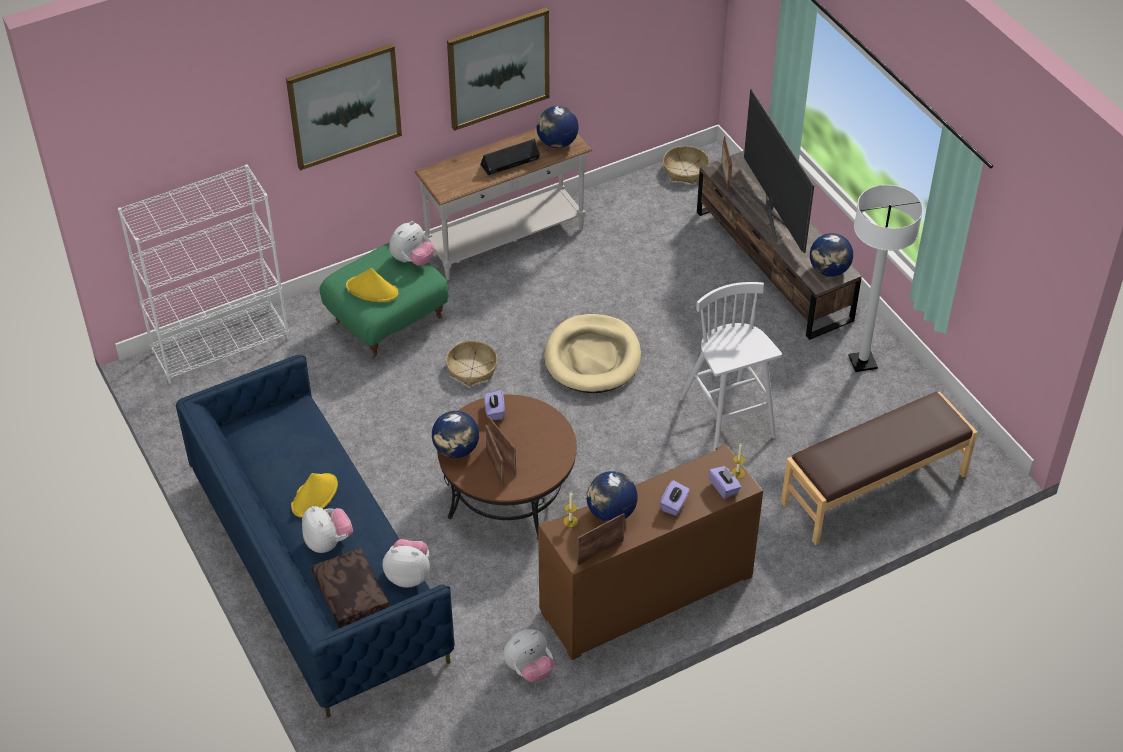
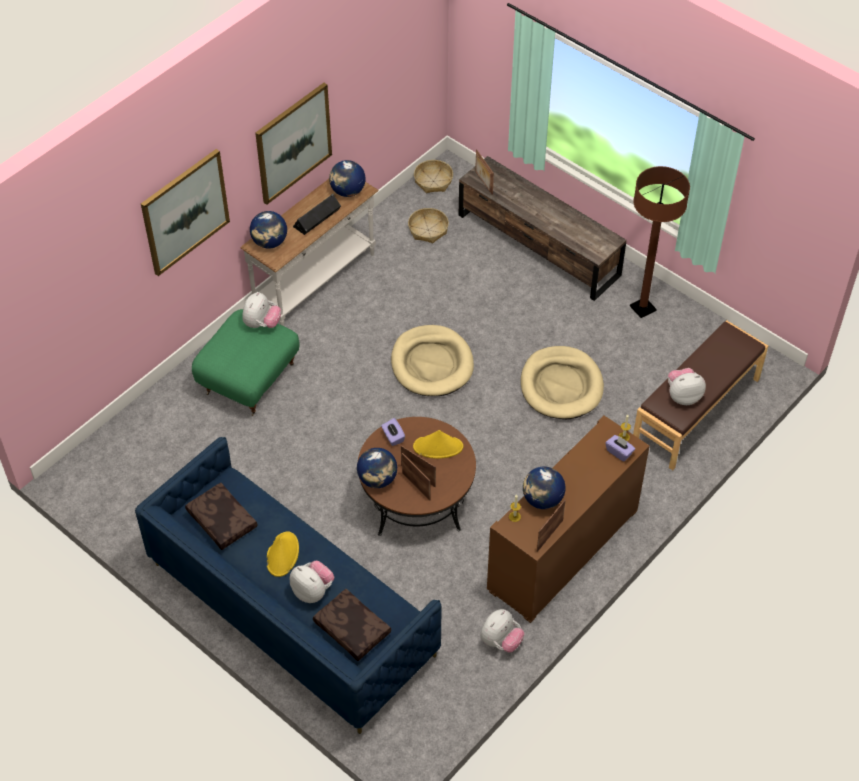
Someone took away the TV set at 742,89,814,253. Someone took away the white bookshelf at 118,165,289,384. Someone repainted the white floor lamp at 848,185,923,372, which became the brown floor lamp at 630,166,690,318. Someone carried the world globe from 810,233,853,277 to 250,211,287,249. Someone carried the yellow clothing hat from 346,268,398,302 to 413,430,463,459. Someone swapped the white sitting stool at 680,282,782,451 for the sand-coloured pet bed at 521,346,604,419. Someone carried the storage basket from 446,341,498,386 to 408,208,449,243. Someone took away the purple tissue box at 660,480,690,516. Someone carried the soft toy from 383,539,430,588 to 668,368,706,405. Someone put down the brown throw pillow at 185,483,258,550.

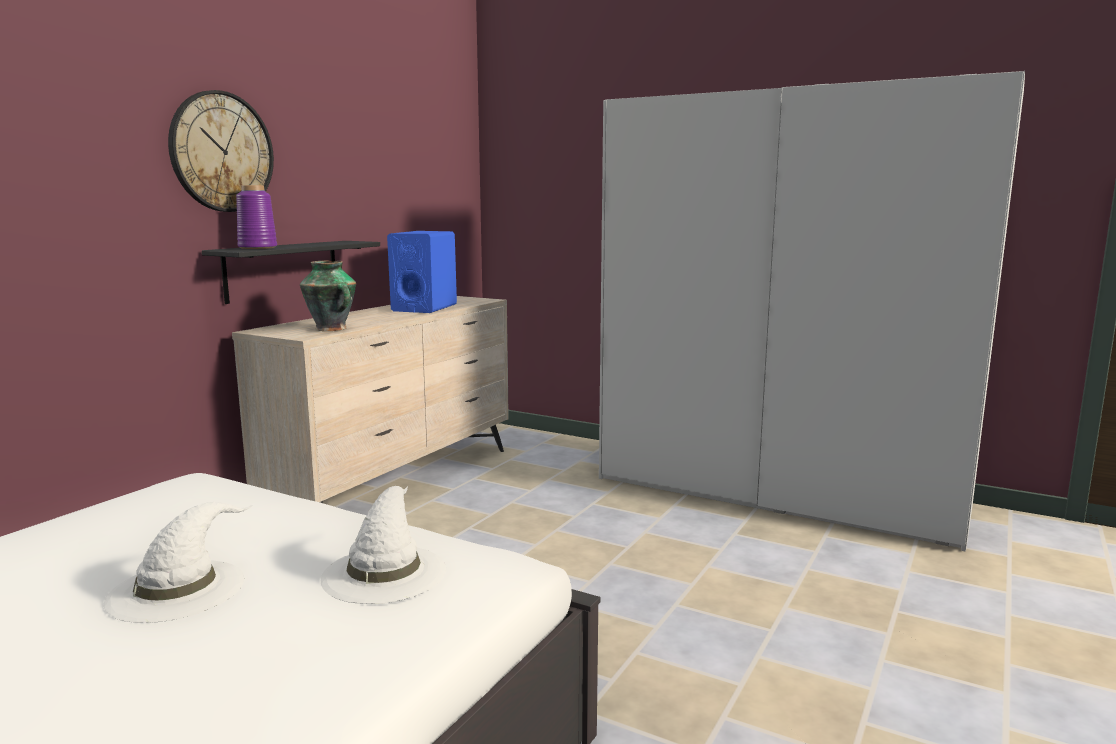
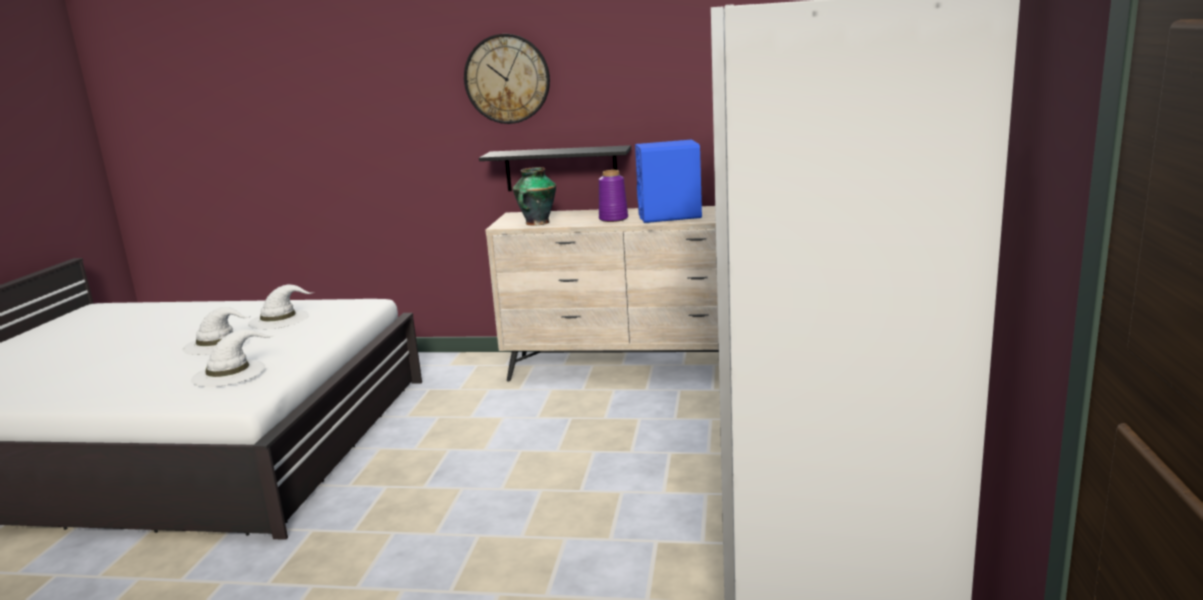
Someone carried the purple flower vase from 236,185,277,249 to 599,170,628,222. Someone put down the white clothing hat at 248,284,314,329.

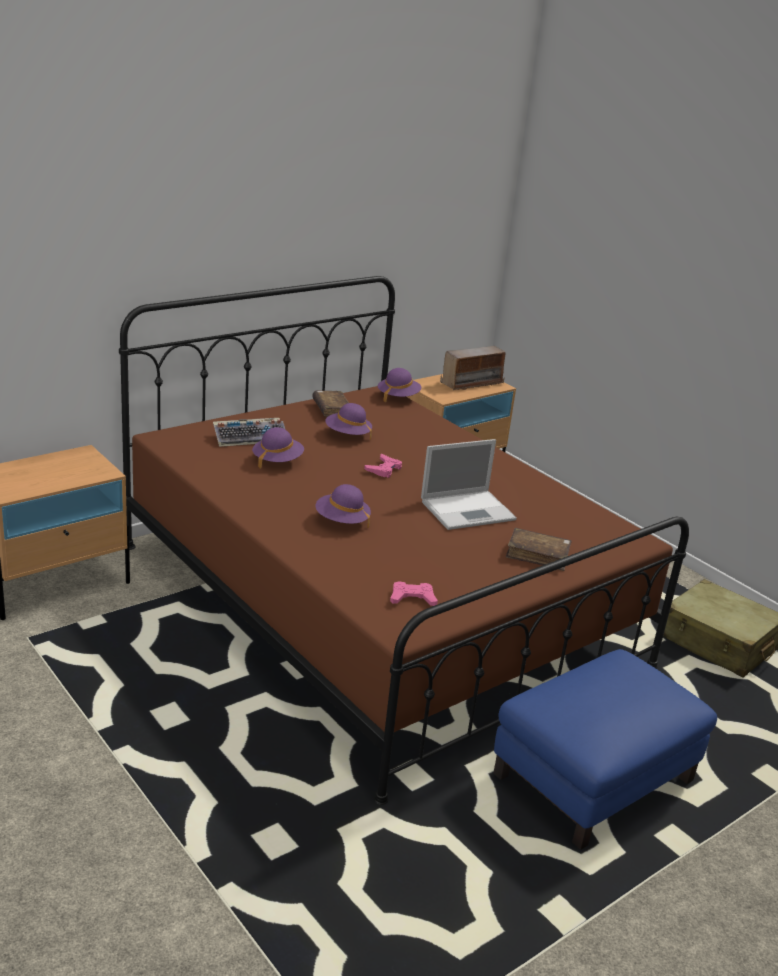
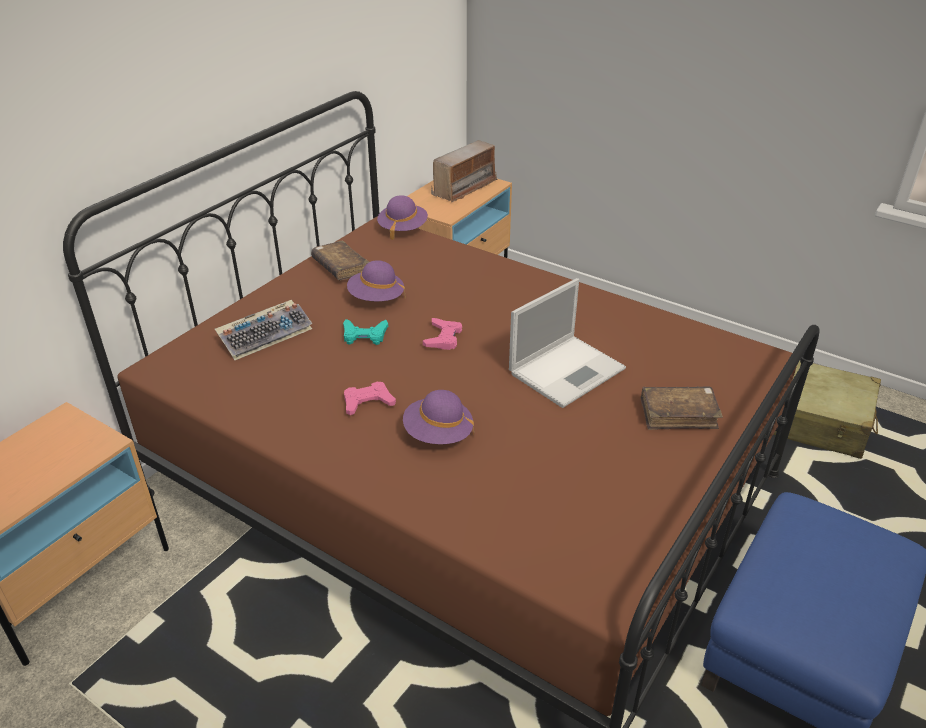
Someone took away the purple clothing hat at 252,427,304,469. Someone carried the pink gamepad from 390,581,438,606 to 344,382,396,415. Someone put down the turquoise-coloured gamepad at 343,319,388,345.

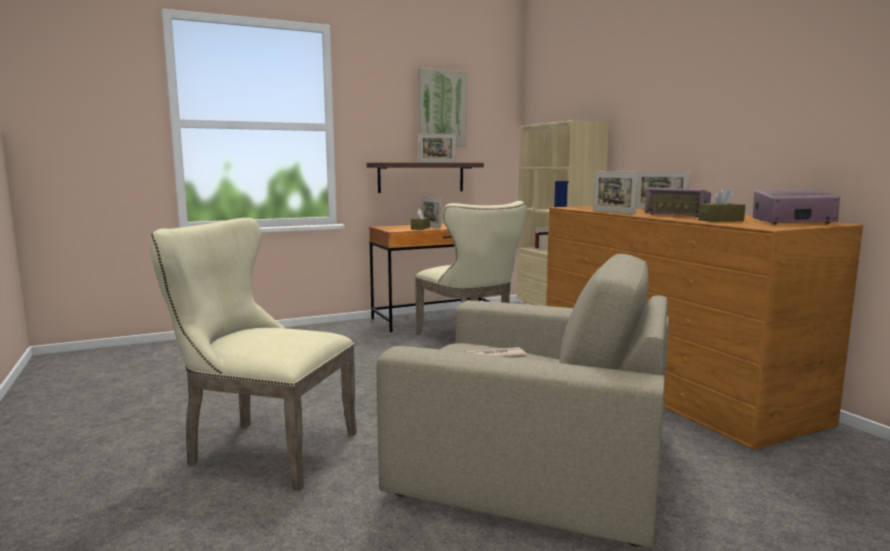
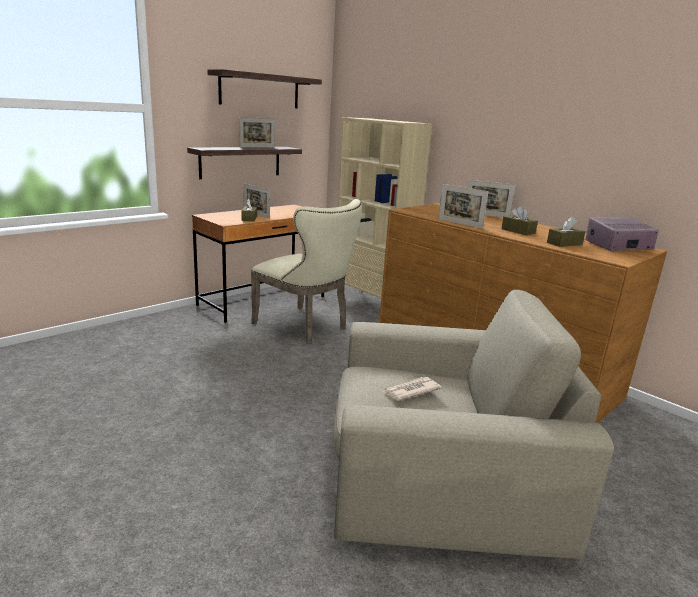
Someone swapped the wall art at 418,68,467,147 for the shelf at 207,69,322,108. Someone swapped the radio set at 645,187,711,217 for the brown tissue box at 501,206,538,235. Someone took away the sand-coloured chair at 150,218,357,491.

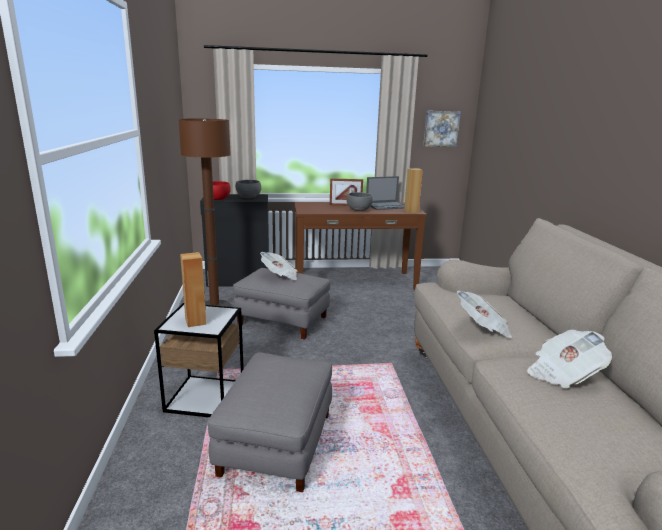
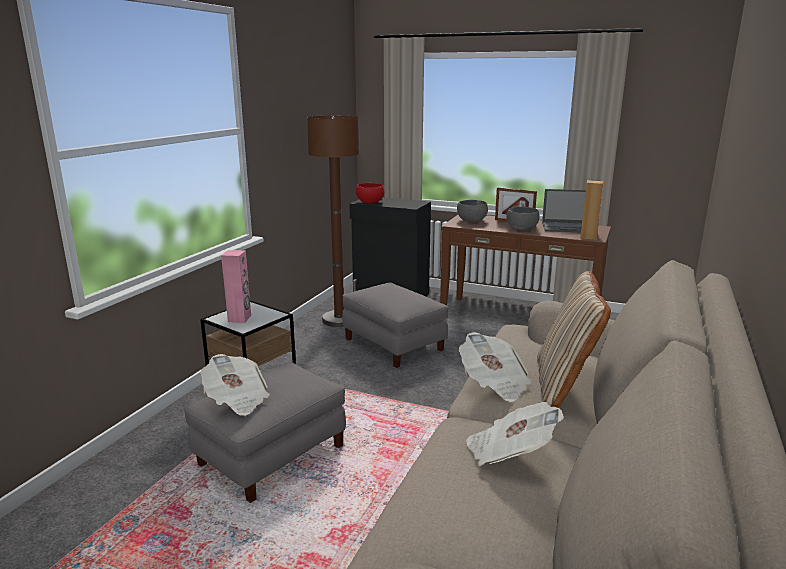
Someone took away the wall art at 423,111,461,147. Someone carried the gray deep dish from 235,180,261,198 to 457,200,488,222. Someone repainted the brown audio speaker at 180,252,206,327, which became the pink audio speaker at 221,250,251,323. Someone carried the printed paper from 260,252,298,280 to 200,354,270,416. Someone put down the sand-coloured throw pillow at 537,271,611,408.

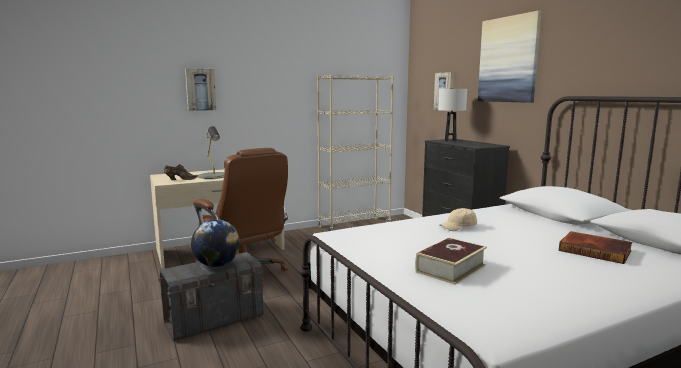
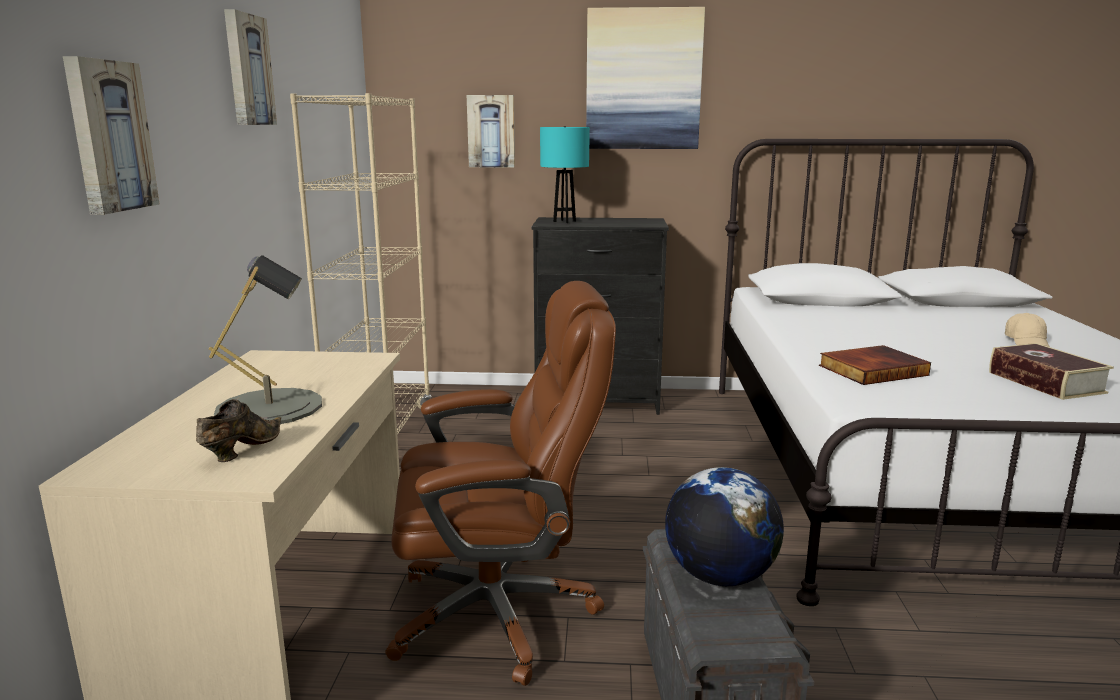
Someone repainted the white tabletop lamp at 438,88,467,141, which became the turquoise-coloured tabletop lamp at 540,126,590,223. Someone carried the sand-coloured peaked cap from 439,208,477,231 to 1005,313,1050,347. Someone carried the volume from 559,231,633,264 to 819,345,931,385. Someone put up the wall art at 224,9,277,125.

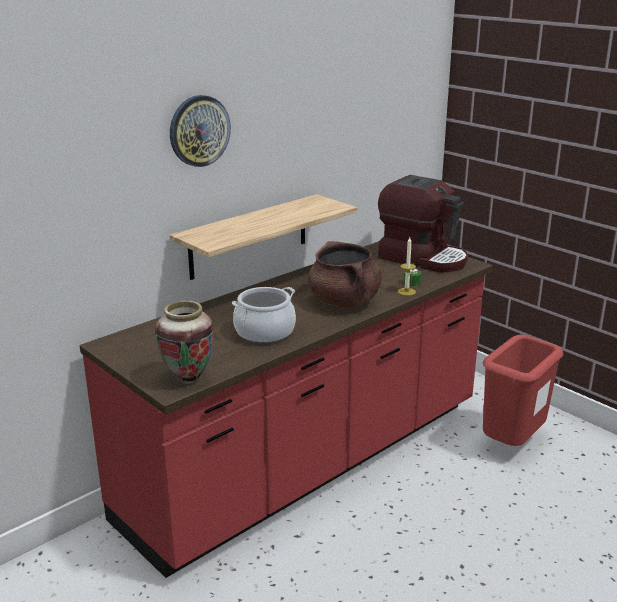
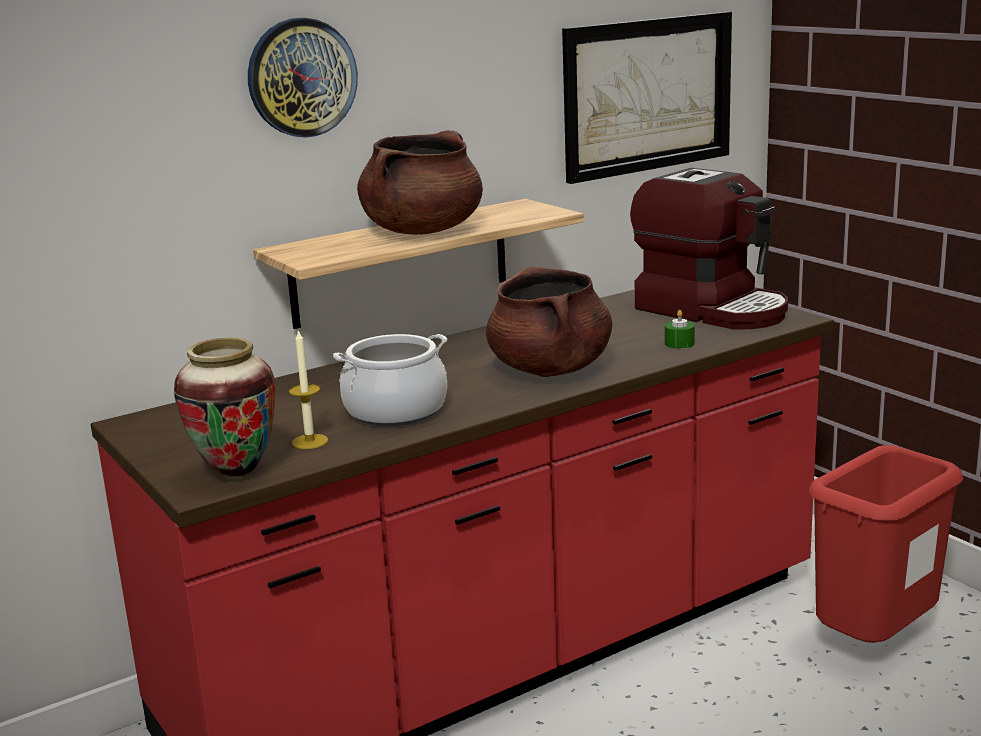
Someone carried the wax candle from 398,237,416,296 to 289,330,328,449. Someone put up the wall art at 562,12,732,184. Someone put down the brown cooking pot at 357,131,483,235.

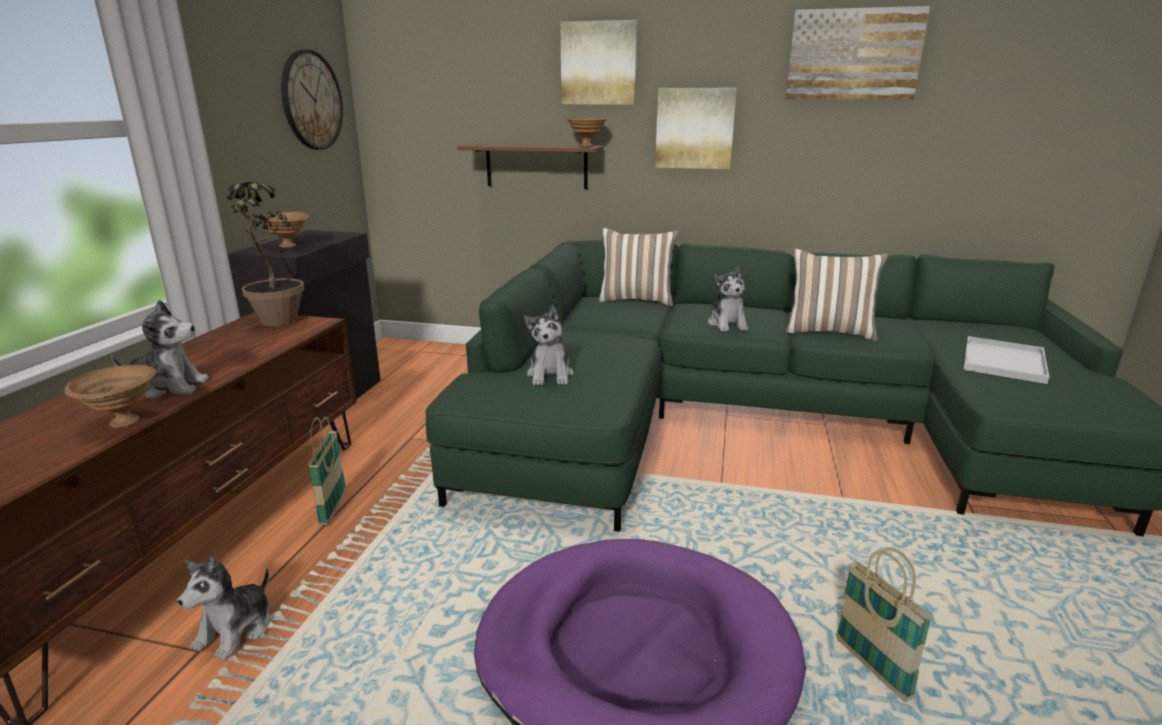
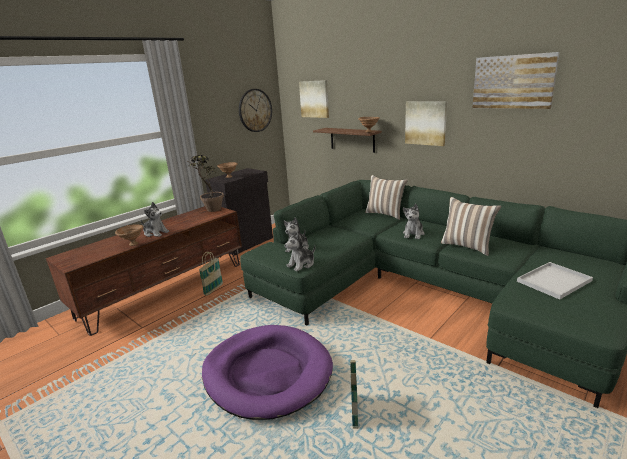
Someone carried the wall art from 560,20,638,105 to 299,80,329,118. Someone carried the soft toy from 177,557,270,661 to 285,232,315,271.

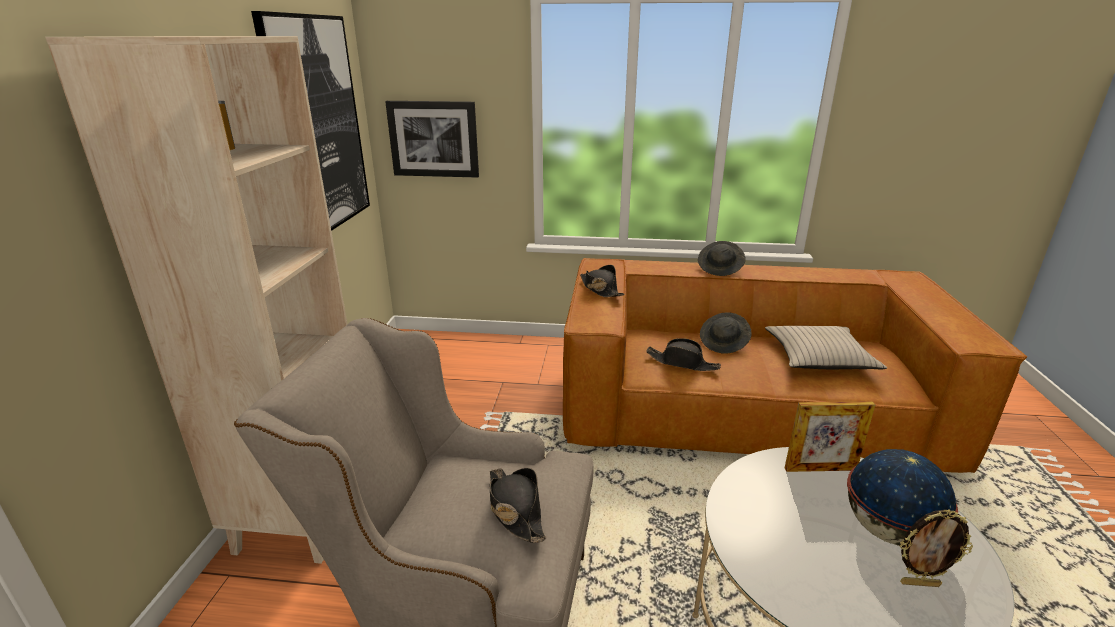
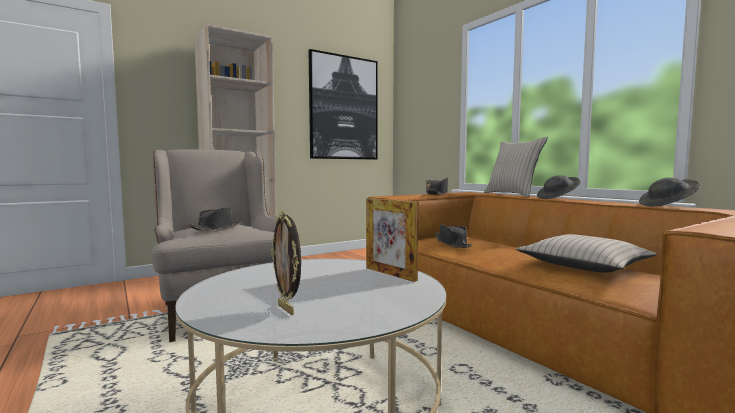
Someone took away the wall art at 385,101,479,178. Someone carried the gray clothing hat from 700,312,752,354 to 639,177,700,207. Someone took away the world globe at 847,449,958,546. Someone put down the sand-coloured throw pillow at 484,137,548,197.

